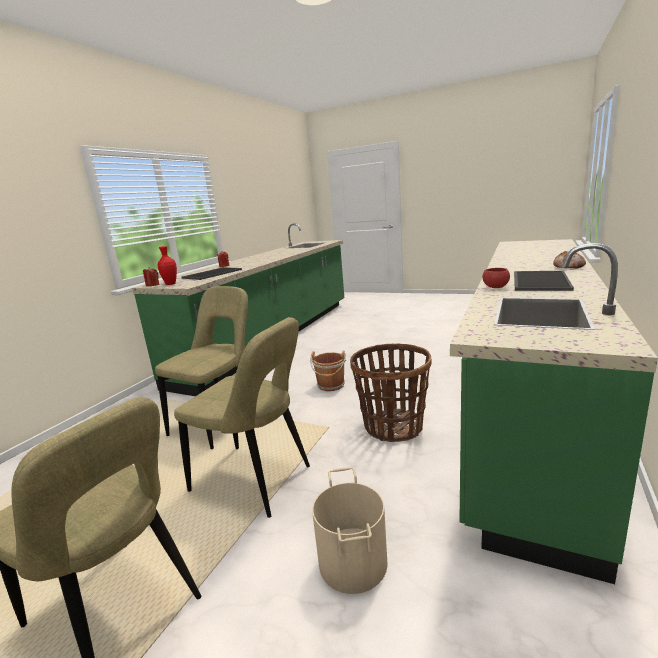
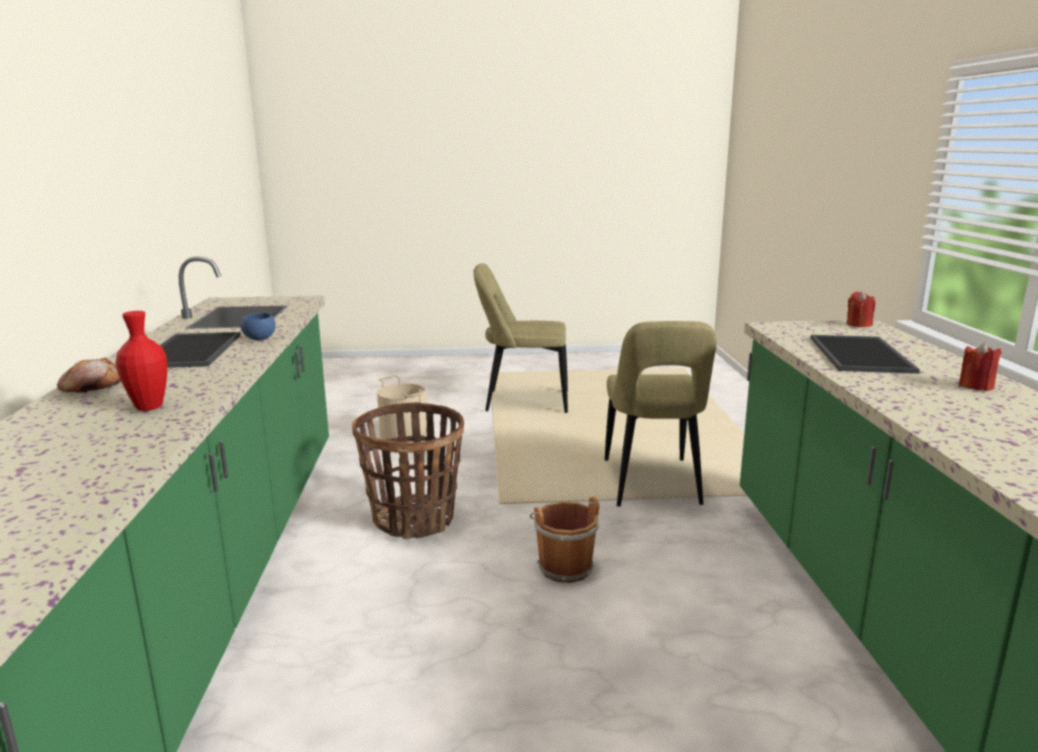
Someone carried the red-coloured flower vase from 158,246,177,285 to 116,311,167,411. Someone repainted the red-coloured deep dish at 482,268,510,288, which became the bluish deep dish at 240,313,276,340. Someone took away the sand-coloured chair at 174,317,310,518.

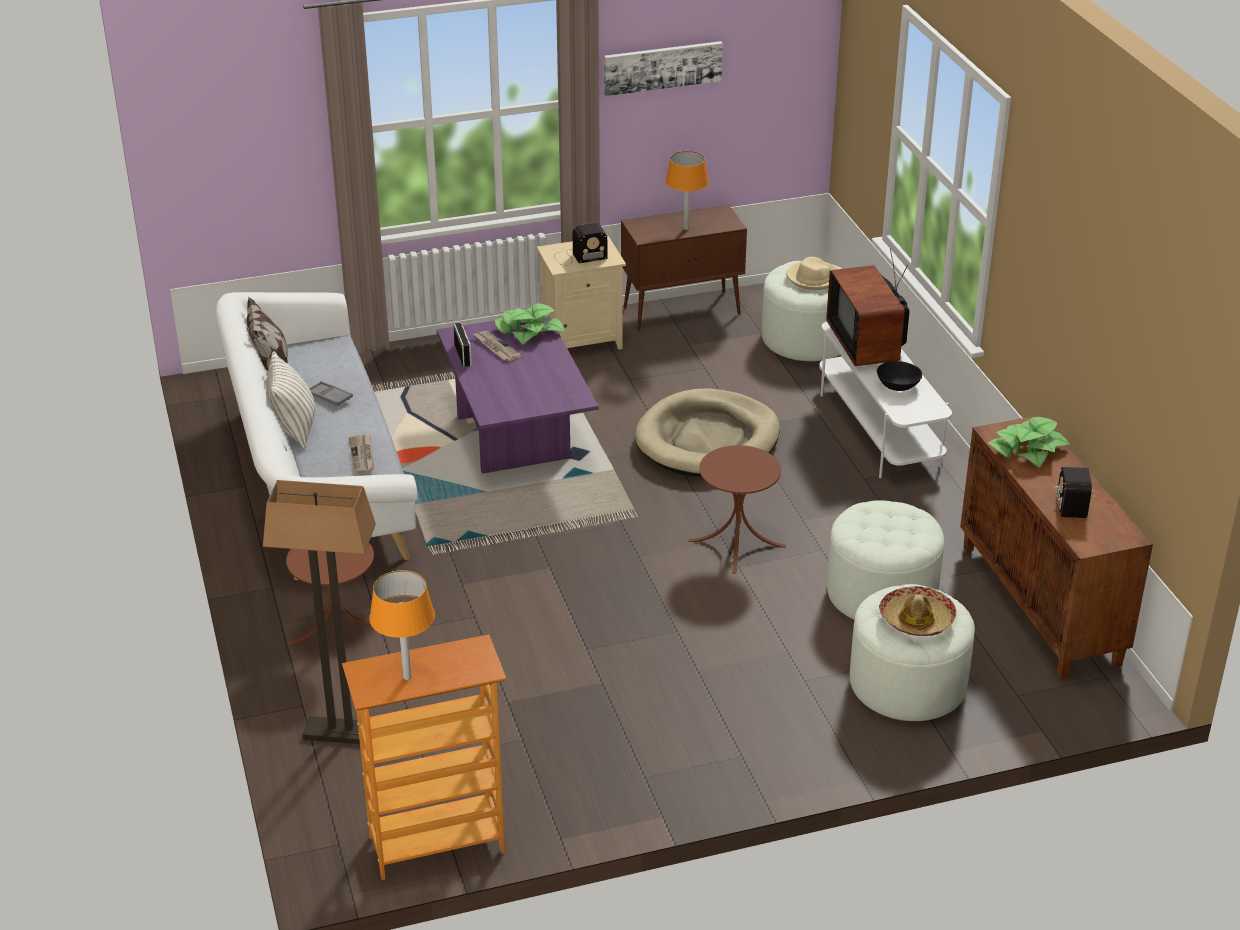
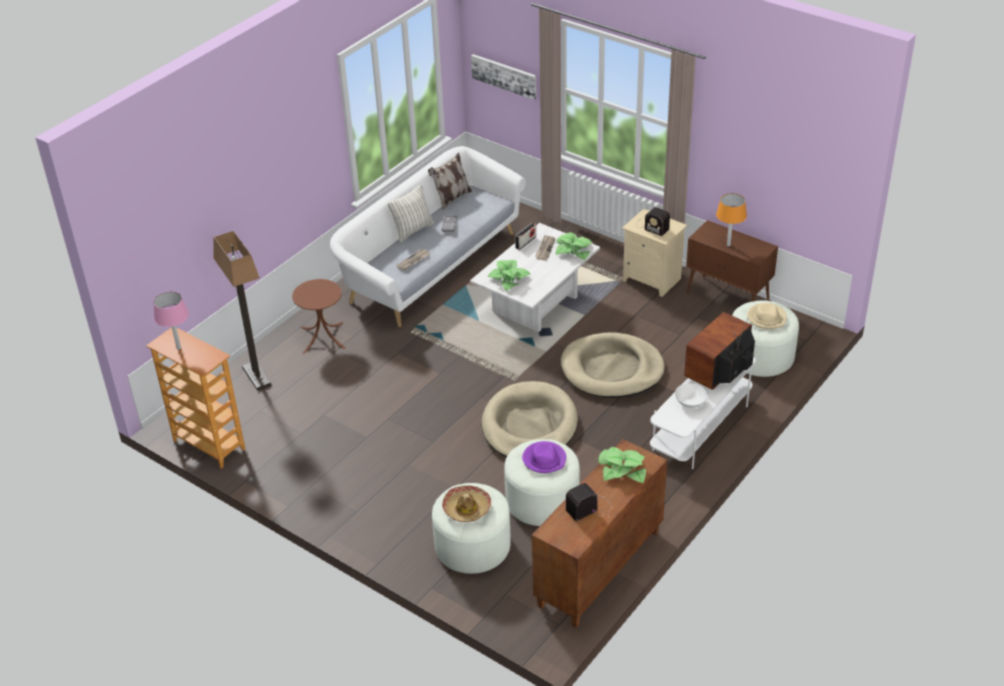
Someone carried the wall art from 604,41,723,96 to 471,54,536,100. Someone repainted the purple coffee table at 437,315,599,474, which became the white coffee table at 470,223,600,332. Someone repainted the black-coloured deep dish at 877,361,922,391, which became the white deep dish at 675,383,707,408. Someone swapped the brown accent table at 688,445,786,574 for the sand-coloured pet bed at 482,381,578,458. Someone repainted the orangey tabletop lamp at 369,570,435,680, which became the pink tabletop lamp at 153,291,189,350. Someone put down the houseplant at 487,260,530,291. Someone put down the purple clothing hat at 522,441,566,473.

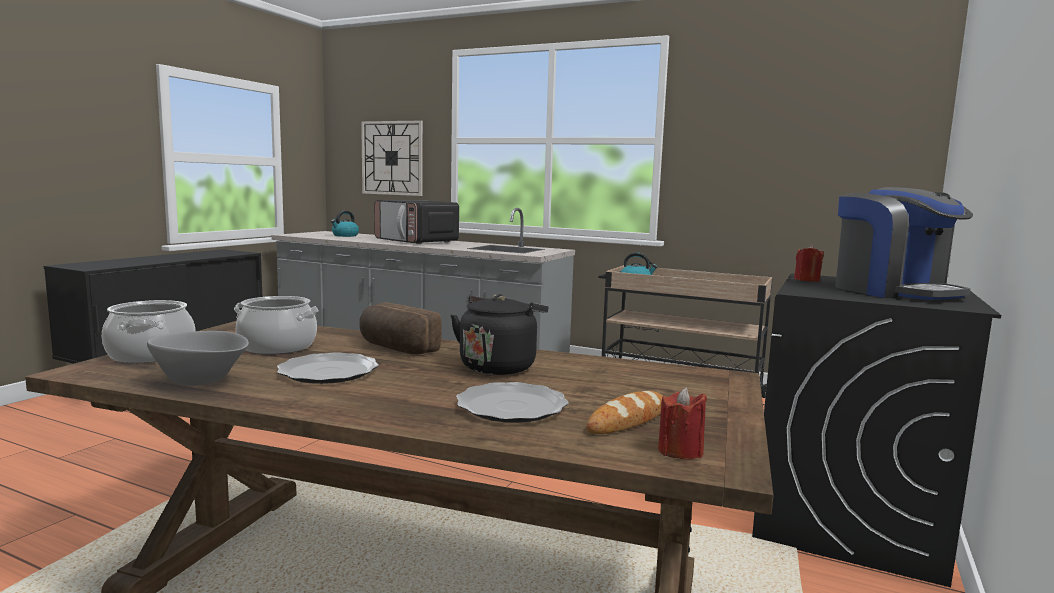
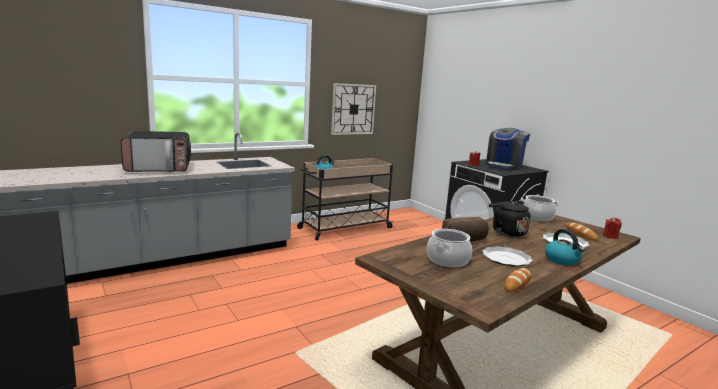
Someone carried the clock on the wall from 361,121,423,196 to 331,83,376,135. Someone rotated the coffee maker at 835,187,973,300 by 120 degrees clockwise. Someone carried the tea kettle from 331,211,359,237 to 545,229,585,265. Someone carried the cooking pot from 102,300,195,363 to 521,195,559,222. Someone swapped the gray deep dish at 147,331,249,386 for the bakery bread at 504,268,531,292.

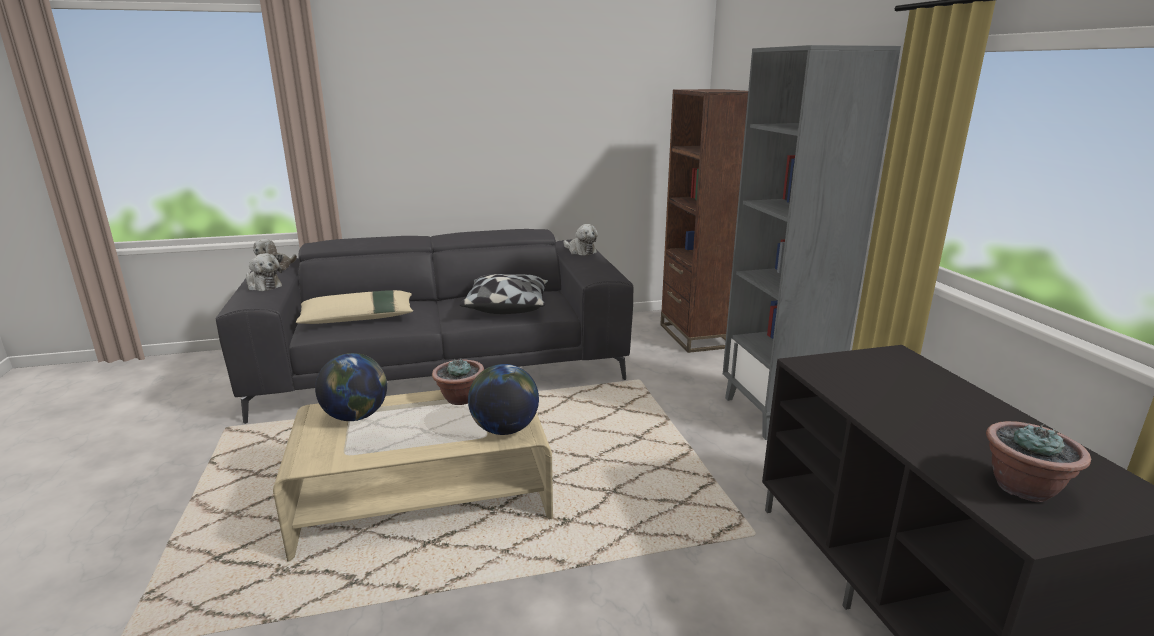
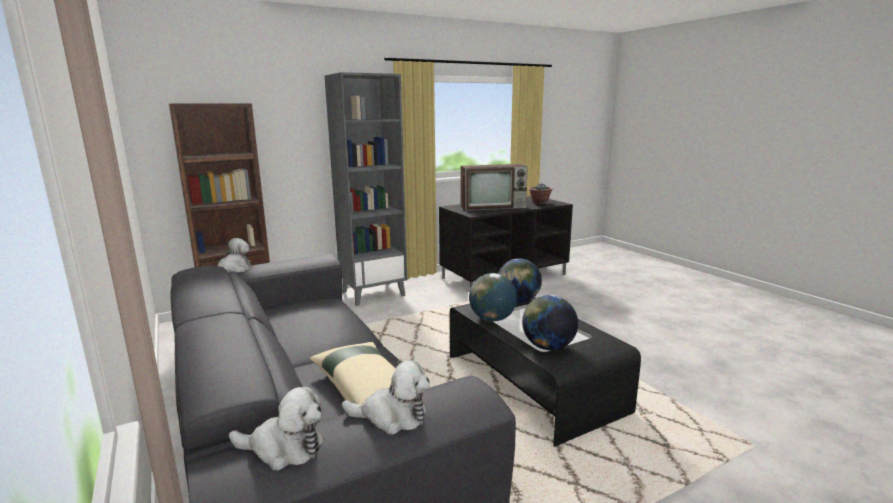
Someone rotated the soft toy at 246,253,282,291 by 75 degrees clockwise. Someone took away the throw pillow at 460,274,548,314. Someone swapped the houseplant at 432,358,484,405 for the world globe at 469,273,517,322. Someone repainted the sand-coloured coffee table at 273,390,553,562, which became the black-coloured coffee table at 450,297,641,446. Someone put down the TV set at 461,164,528,211.

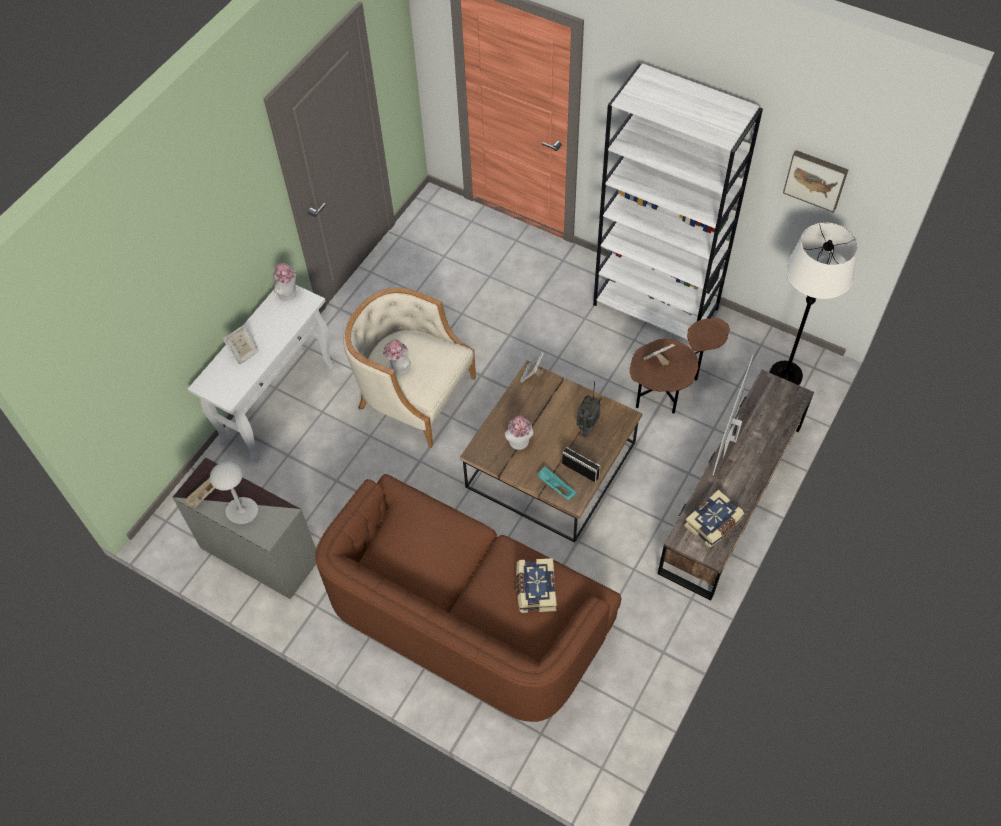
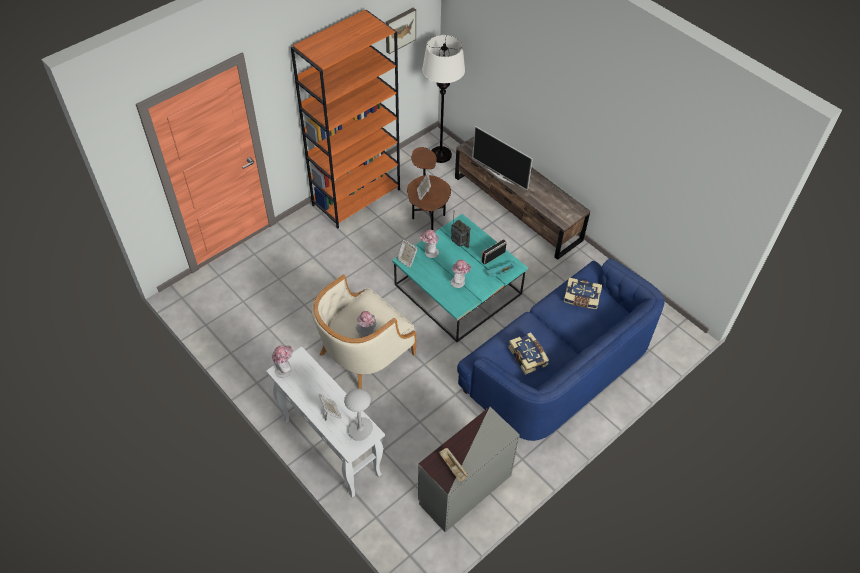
Someone repainted the white bookshelf at 593,63,763,340, which became the orangey bookshelf at 291,10,400,229. Someone repainted the brown coffee table at 460,361,642,543, which became the turquoise-coloured coffee table at 392,214,528,342. Someone carried the gray tabletop lamp from 210,461,258,524 to 344,388,373,441. Someone repainted the brown sofa at 315,474,621,722, which became the bluish sofa at 457,258,665,441. Someone carried the volume from 684,490,744,547 to 508,332,549,375. Someone put down the clothing hat at 420,230,439,258.

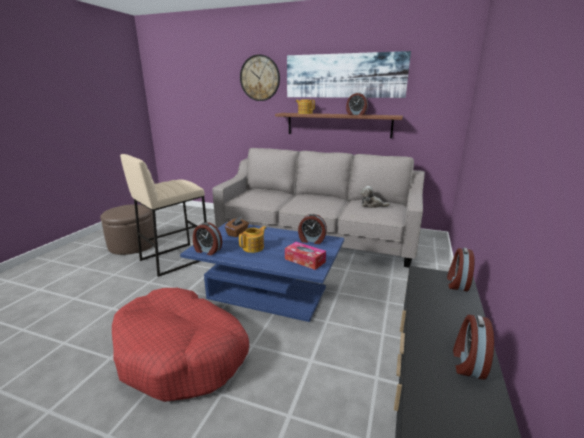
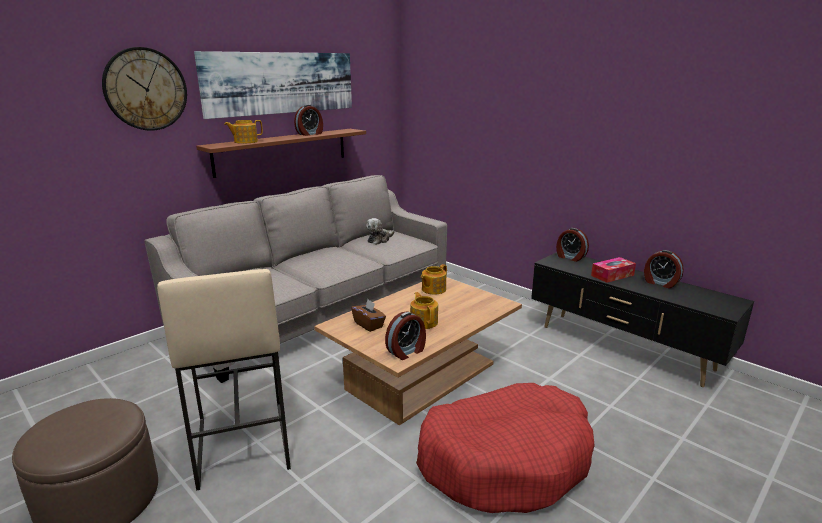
Someone swapped the bedside clock at 298,214,327,244 for the teapot at 421,264,447,294. Someone repainted the bluish coffee table at 180,222,344,322, which became the brown coffee table at 314,277,522,426. Someone carried the tissue box from 285,242,326,270 to 591,257,636,283.

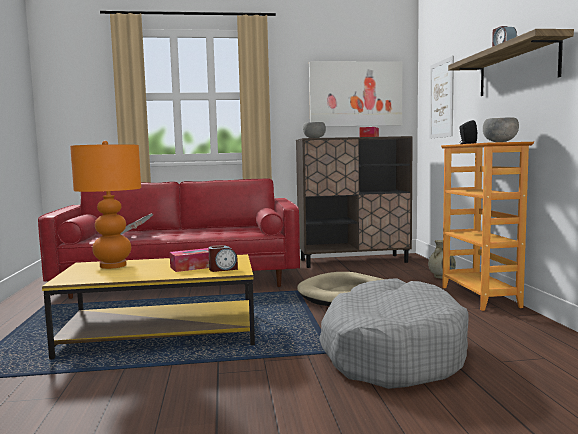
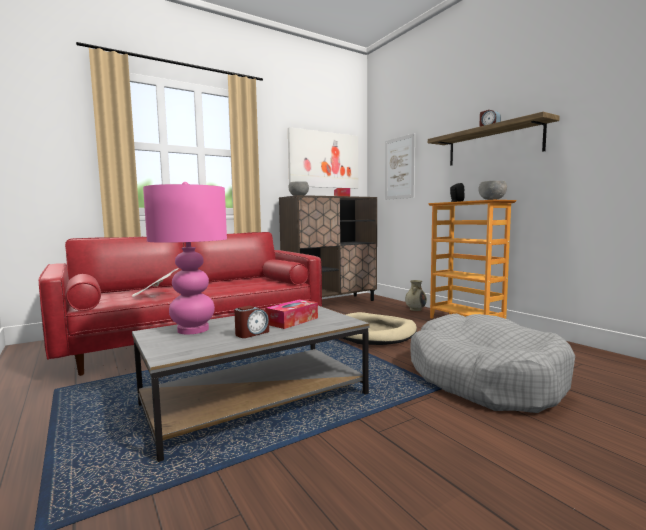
Someone repainted the orangey tabletop lamp at 70,141,141,269, which became the pink tabletop lamp at 143,182,227,334. Someone carried the bedside clock from 208,245,238,272 to 234,306,269,338. Someone repainted the yellow coffee table at 42,254,255,360, which became the gray coffee table at 132,306,370,462.

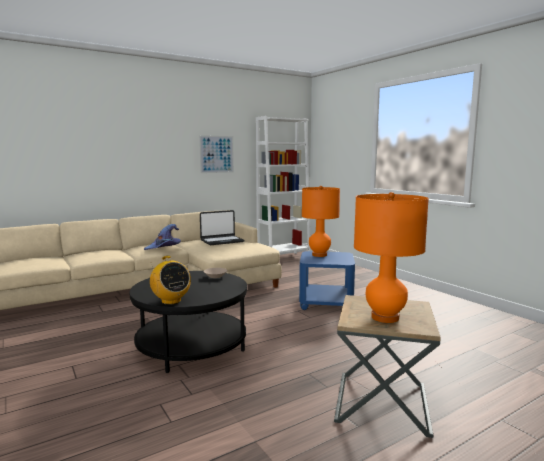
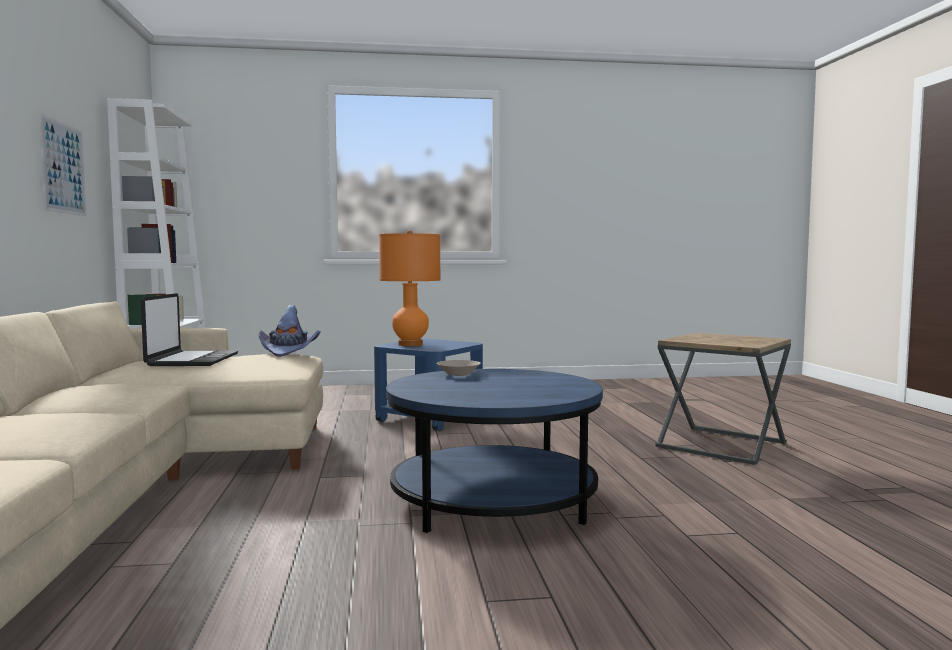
Someone took away the orangey tabletop lamp at 354,192,429,323. Someone carried the purple clothing hat from 144,224,181,250 to 259,305,320,357. Someone took away the radio set at 150,256,191,305. Someone repainted the black-coloured coffee table at 129,271,247,373, which became the bluish coffee table at 386,369,603,533.

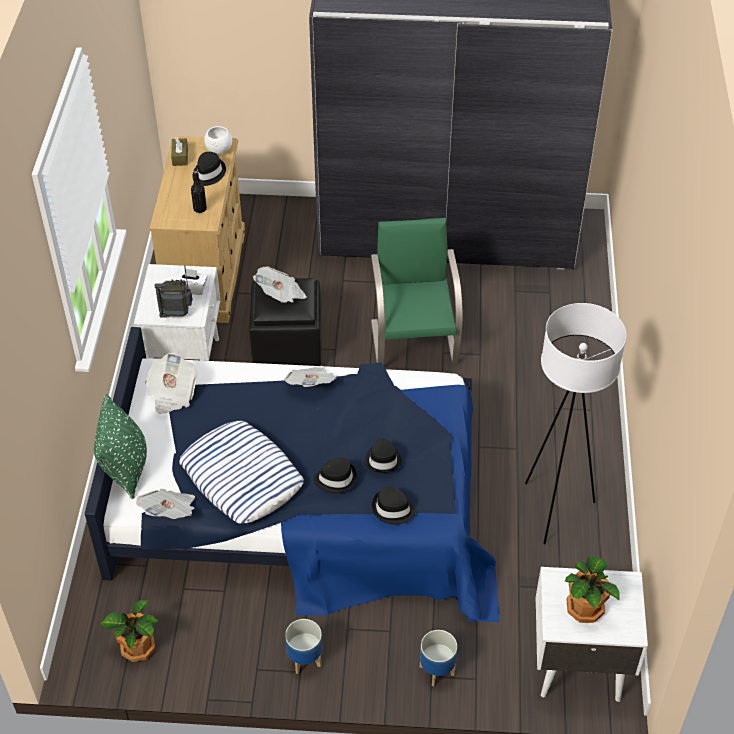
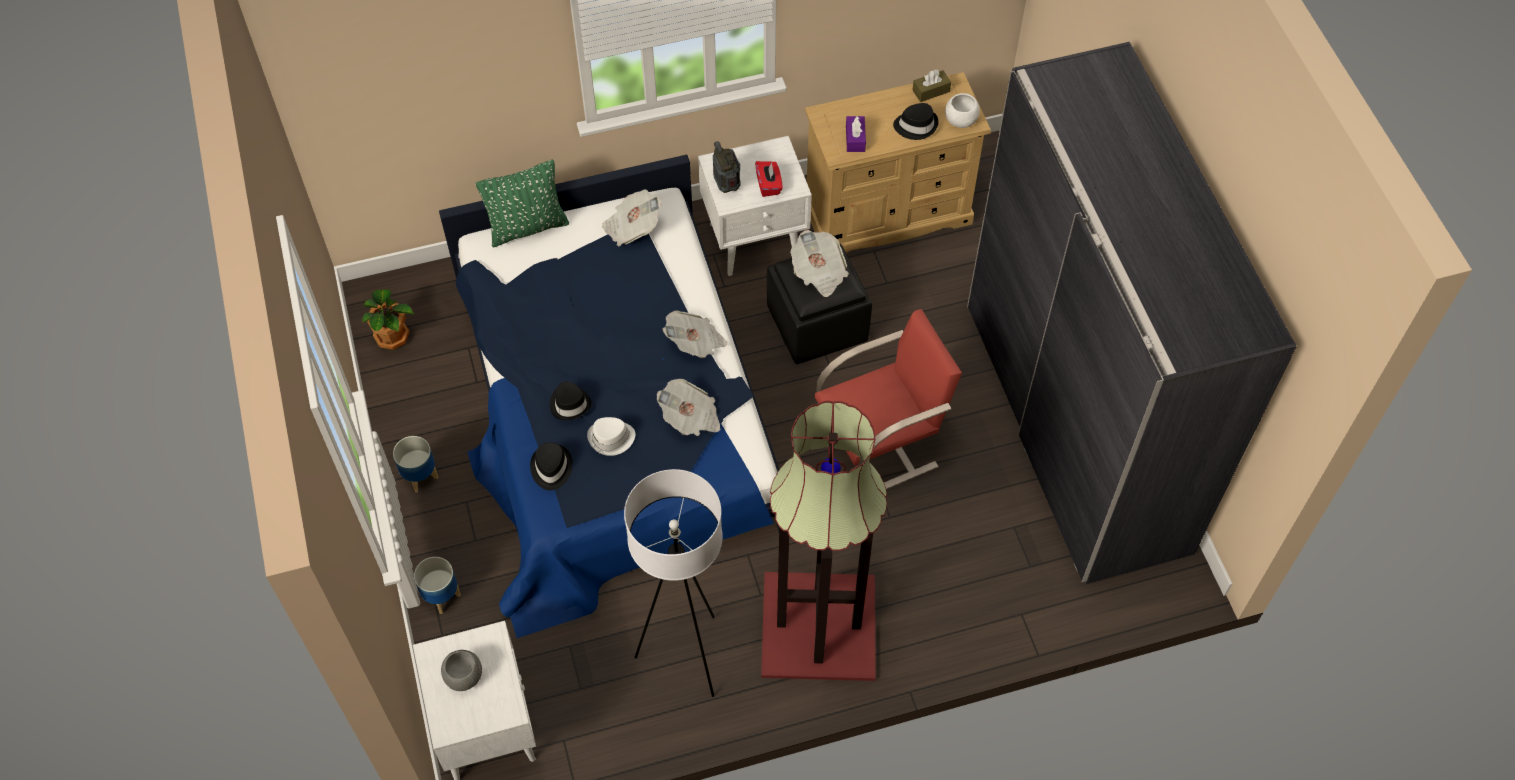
Someone swapped the black-coloured bottle at 191,171,207,213 for the purple tissue box at 846,116,866,152. Someone repainted the greenish chair at 371,218,463,366, which became the red-coloured chair at 815,309,962,490. Someone repainted the white tissue box at 174,268,208,295, which became the red-coloured tissue box at 755,161,783,197. Someone took away the throw pillow at 179,421,304,524. Someone repainted the black-coloured clothing hat at 364,439,402,473, which became the white clothing hat at 587,417,635,456. Someone carried the printed paper from 136,489,195,519 to 657,379,720,436. Someone swapped the houseplant at 565,556,619,623 for the gray deep dish at 441,650,482,691. Someone put down the floor lamp at 761,401,887,681.

